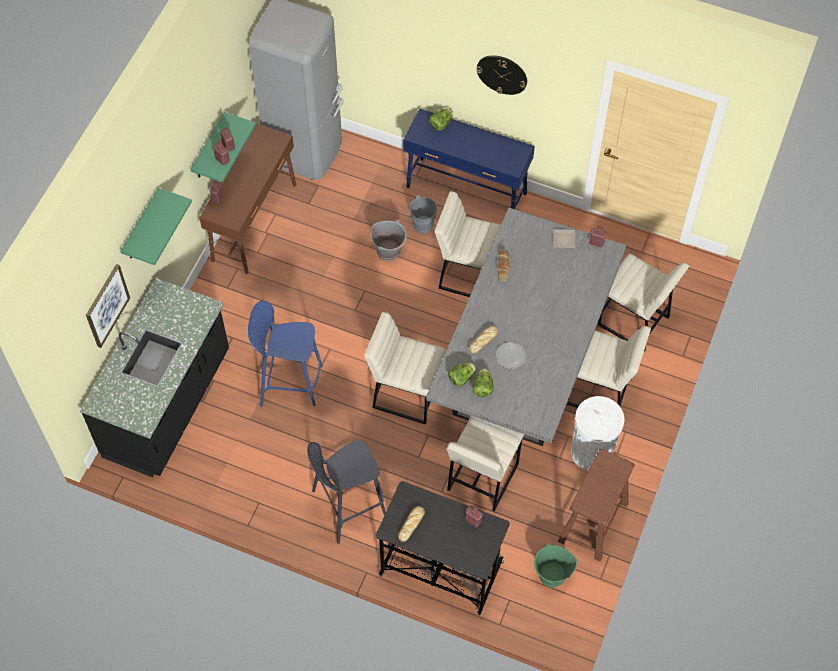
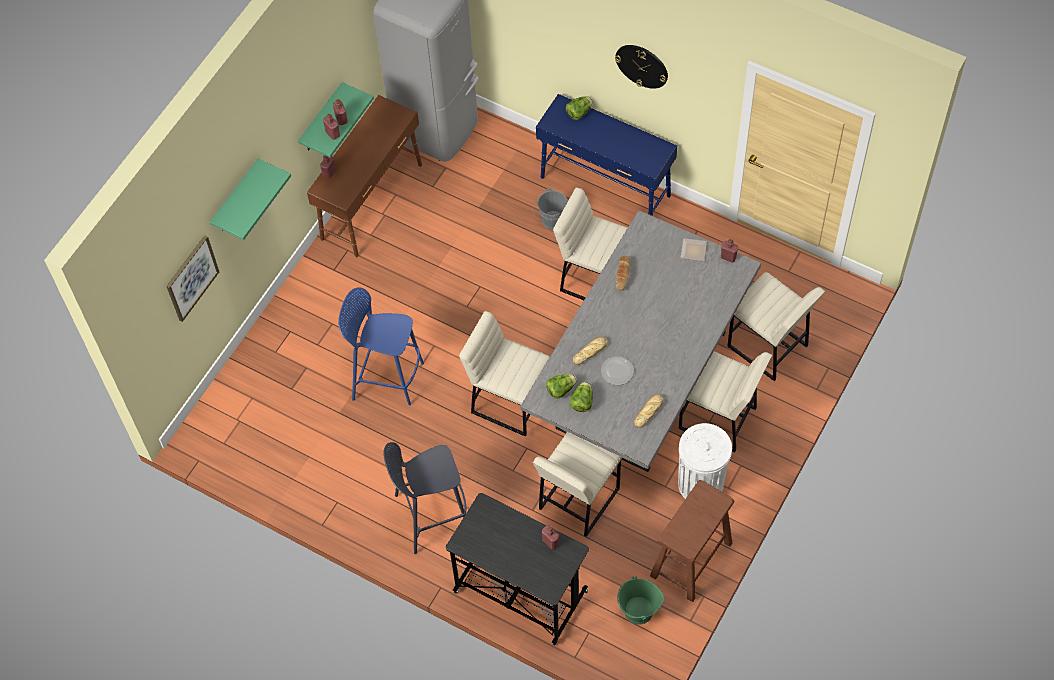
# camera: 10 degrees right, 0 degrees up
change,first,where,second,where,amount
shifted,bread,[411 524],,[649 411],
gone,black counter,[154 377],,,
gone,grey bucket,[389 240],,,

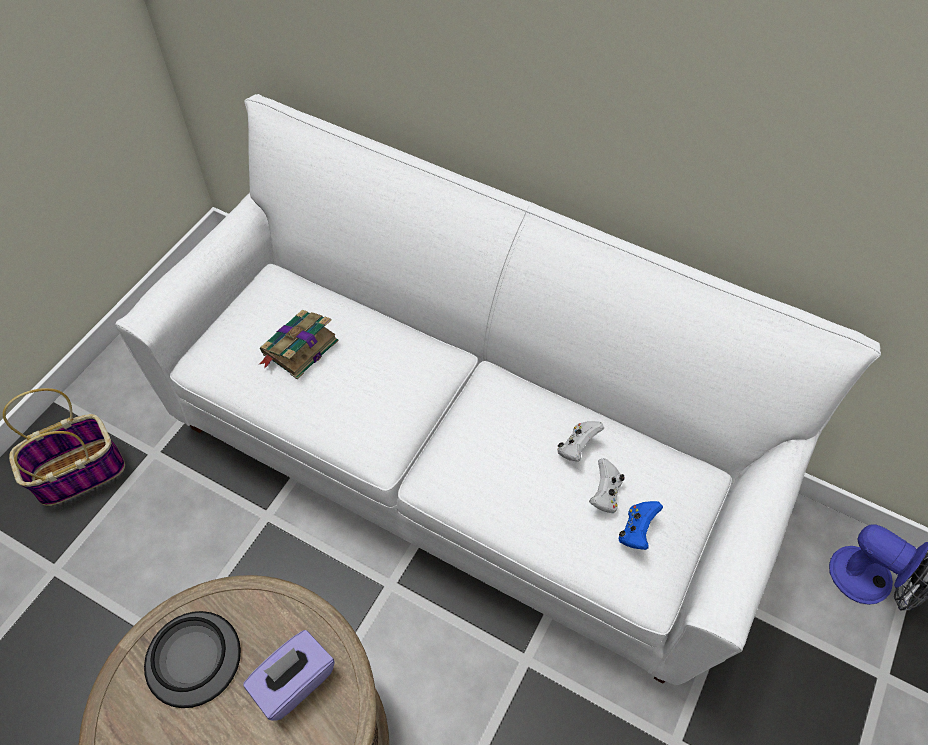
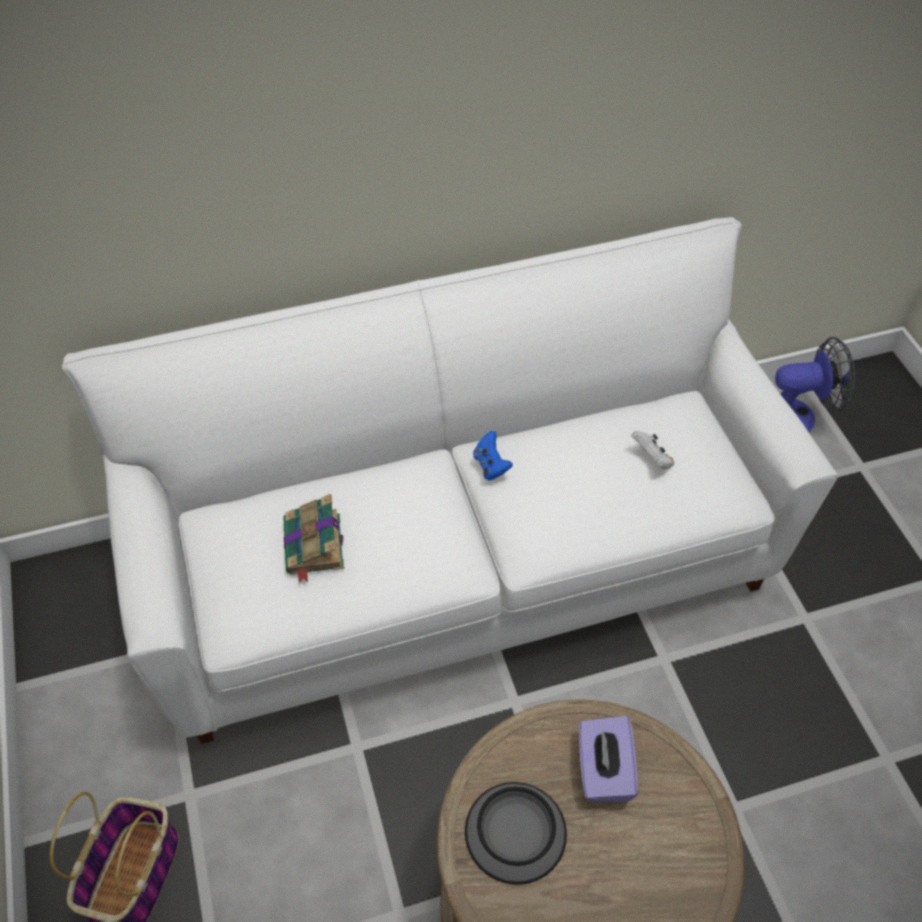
# camera: 45 degrees left, 5 degrees down
change,first,where,second,where,amount
shifted,blue game controller,[641 525],,[493 456],
gone,white game controller,[580 441],,,

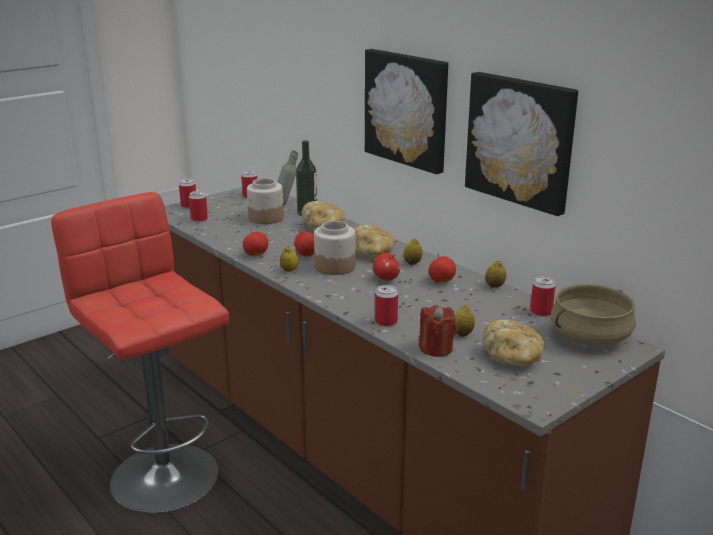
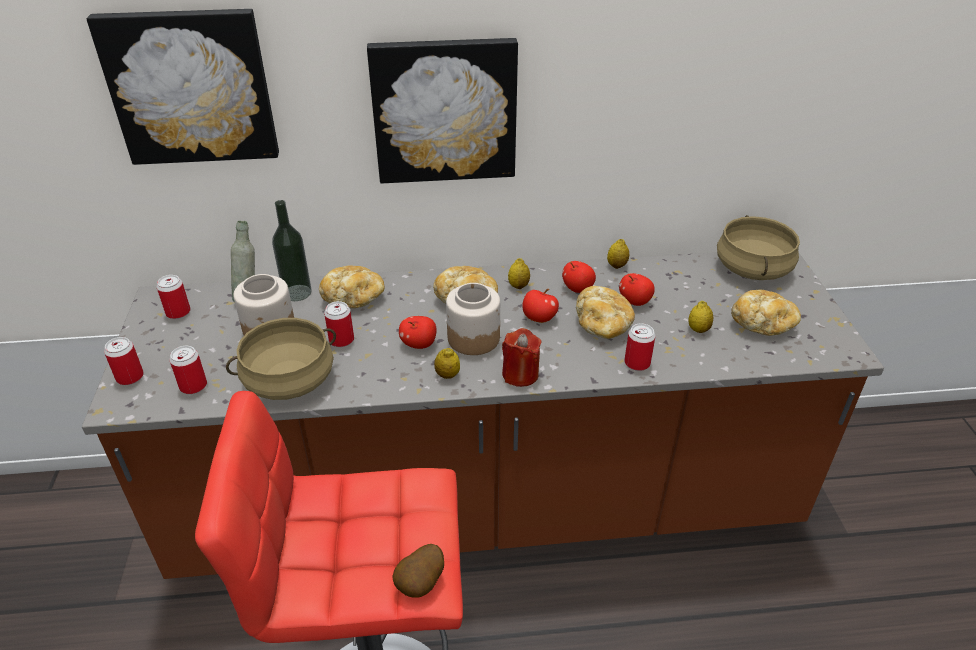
# camera: 55 degrees left, 15 degrees up
change,first,where,second,where,amount
shifted,picture,[521 144],,[182 87],
new,,,beige cooking pot,[281 359],
shifted,can,[543 296],,[339 324],
new,,,potato,[418 571],
shifted,red candle,[438 331],,[522 357],
new,,,bread,[605 312],
shifted,apple,[255 242],,[637 289],

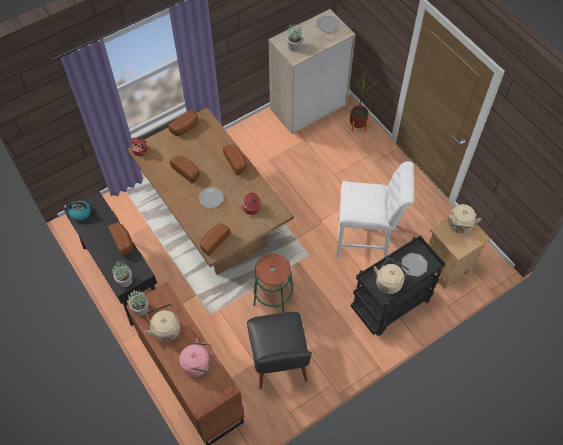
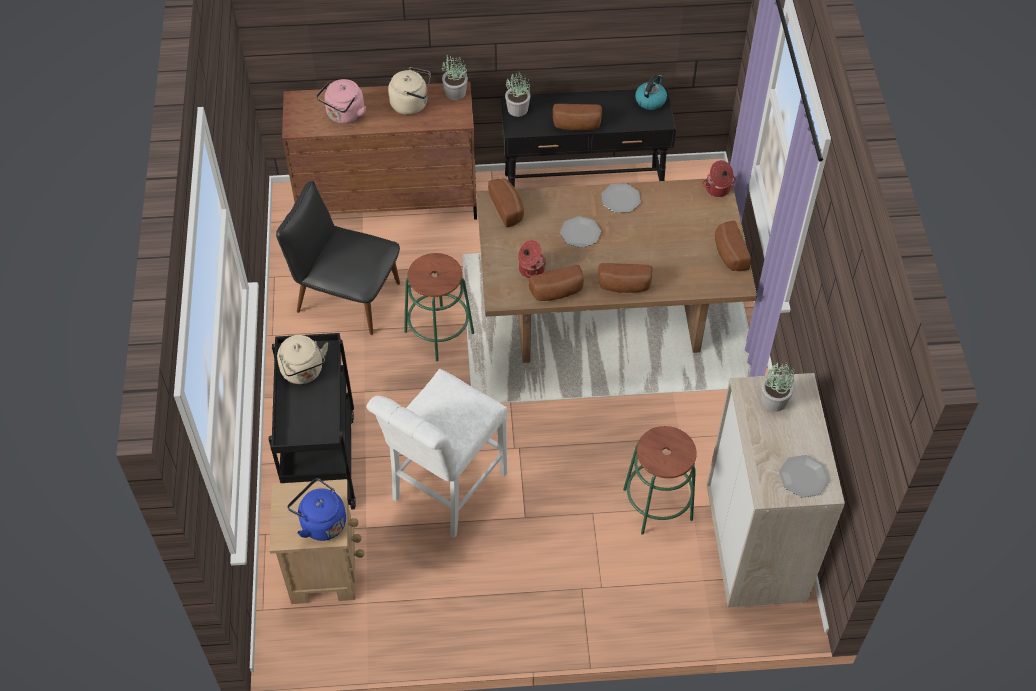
# camera: 120 degrees right, 5 degrees down
change,first,where,second,where,amount
repainted,beige kettle,[465 218],blue kettle,[316 509],
shifted,bread,[184 169],,[556 283],
shifted,plate,[414 265],,[621 198],
new,,,green stool,[660 480],
gone,potted plant,[362 101],,,

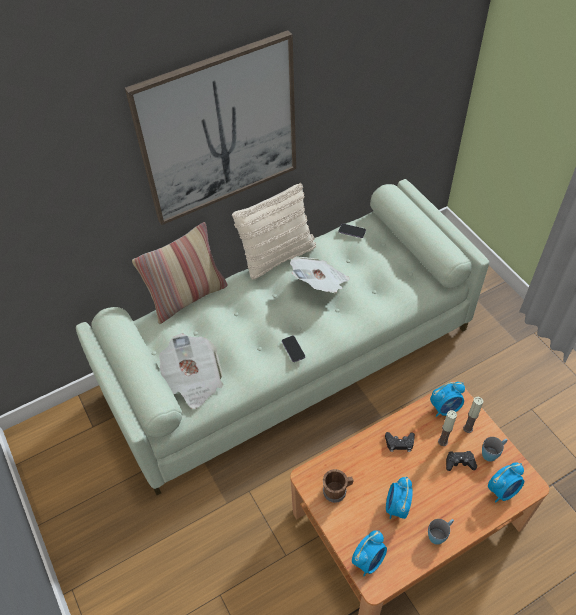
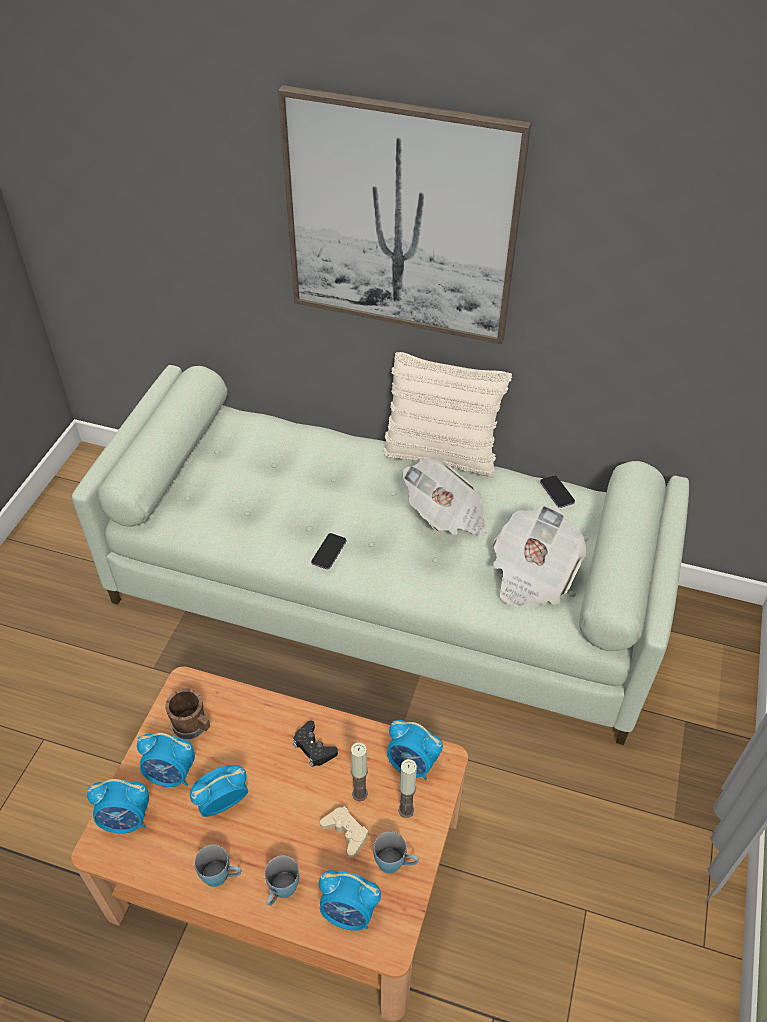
# camera: 45 degrees right, 5 degrees down
change,first,where,second,where,amount
new,,,alarm clock,[166 760],
new,,,blue mug,[282 880],
repainted,black game controller,[461 461],beige game controller,[344 832],
shifted,newspaper,[191 371],,[539 555],
gone,pillow,[179 273],,,

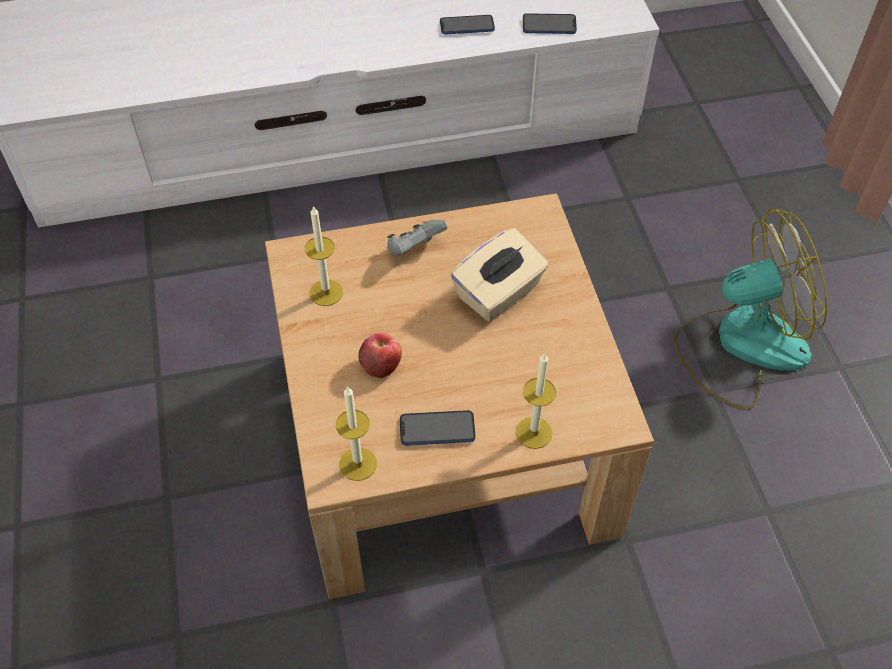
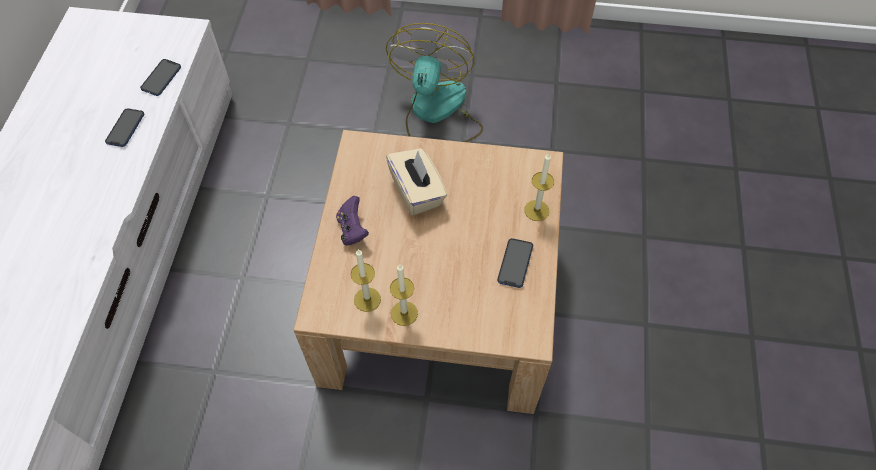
# camera: 70 degrees left, 5 degrees up
change,first,where,second,where,amount
repainted,grey game controller,[417 237],purple game controller,[352 221],
shifted,candle,[356 433],,[404 295],
gone,apple,[380 355],,,

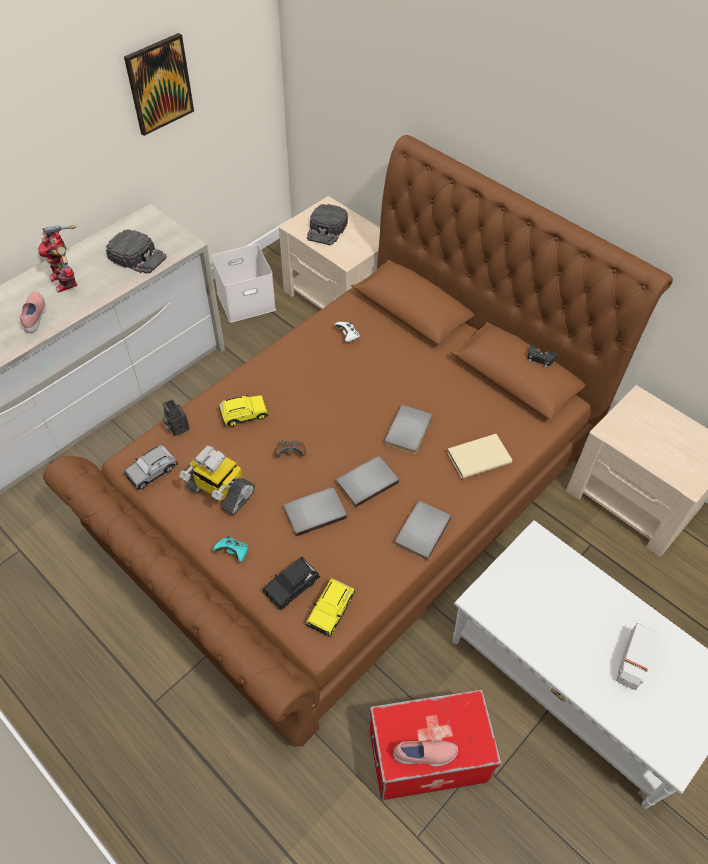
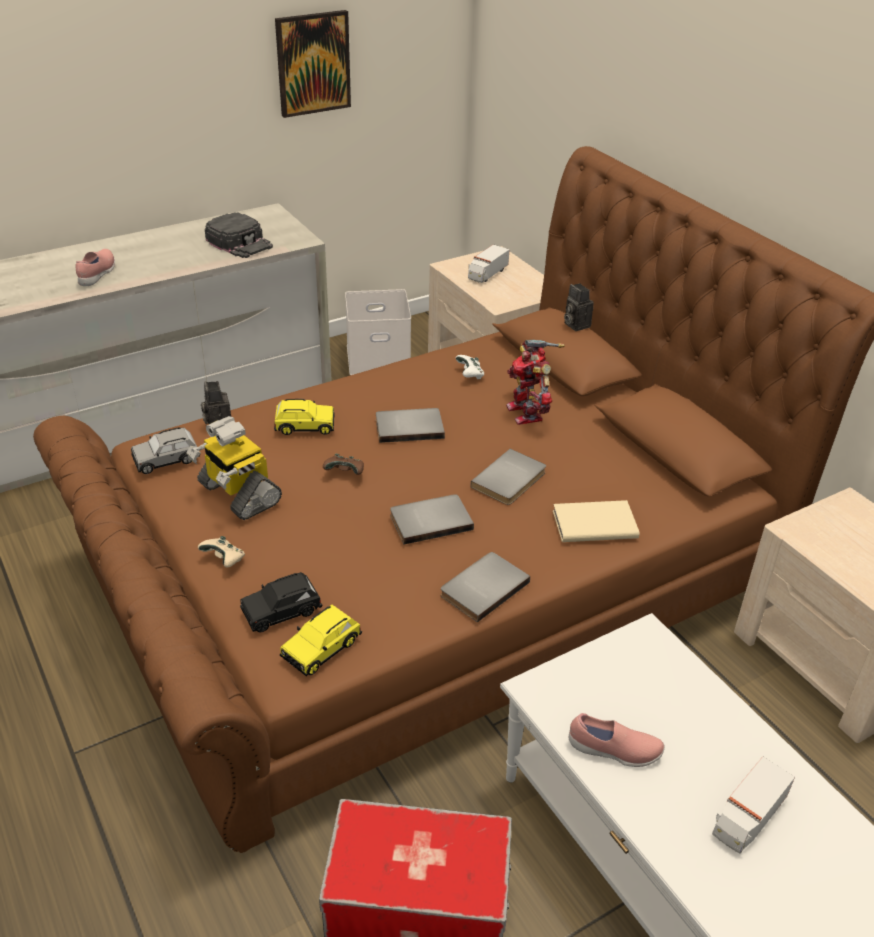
# camera: 15 degrees right, 15 degrees down
change,first,where,second,where,amount
repainted,turquoise game controller,[230 549],beige game controller,[221 552],
shifted,grey book,[315 511],,[410 425],
swapped,black cap,[327 224],toy truck,[489 263],
shifted,toy robot,[57 258],,[535 382],
new,,,photo camera,[578 307],
shifted,pink shoe,[425 753],,[617 740],
gone,black game controller,[542 356],,,

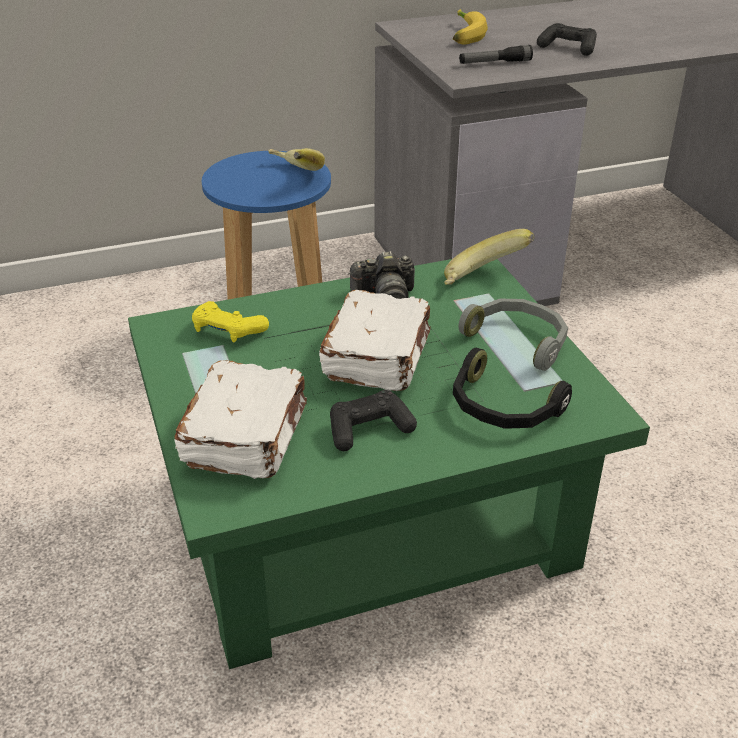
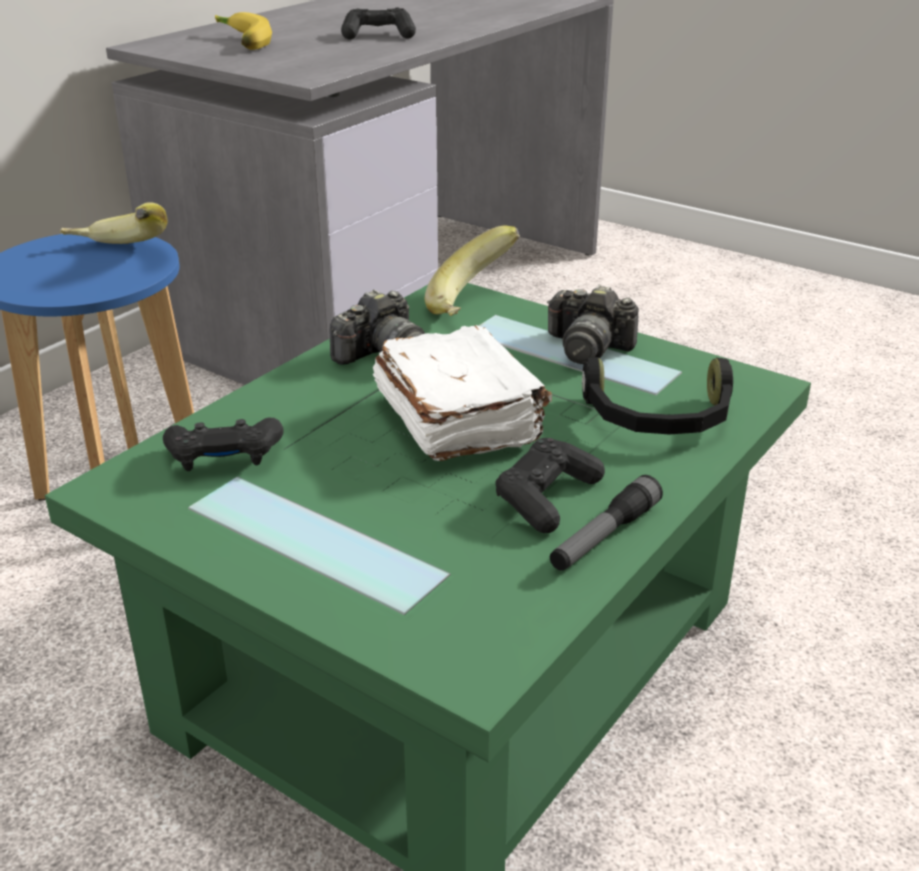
# camera: 35 degrees left, 5 degrees down
change,first,where,second,where,amount
repainted,yellow game controller,[230 322],black game controller,[223 444],
swapped,grey headphones,[513 335],photo camera,[593 324],
shifted,flashlight,[496 54],,[606 523],
gone,white book,[240 419],,,

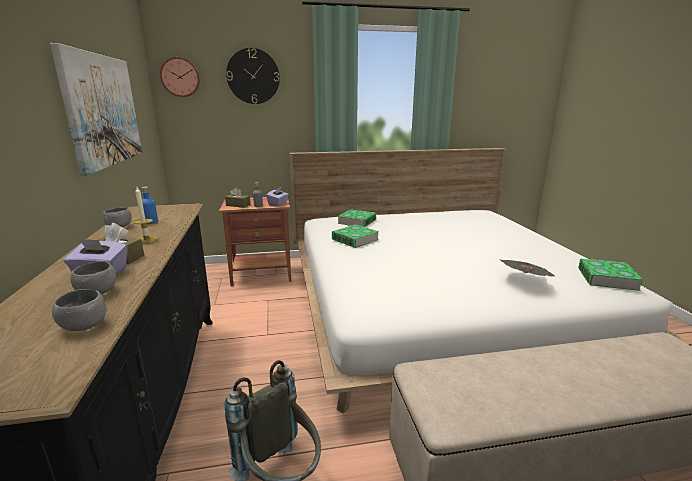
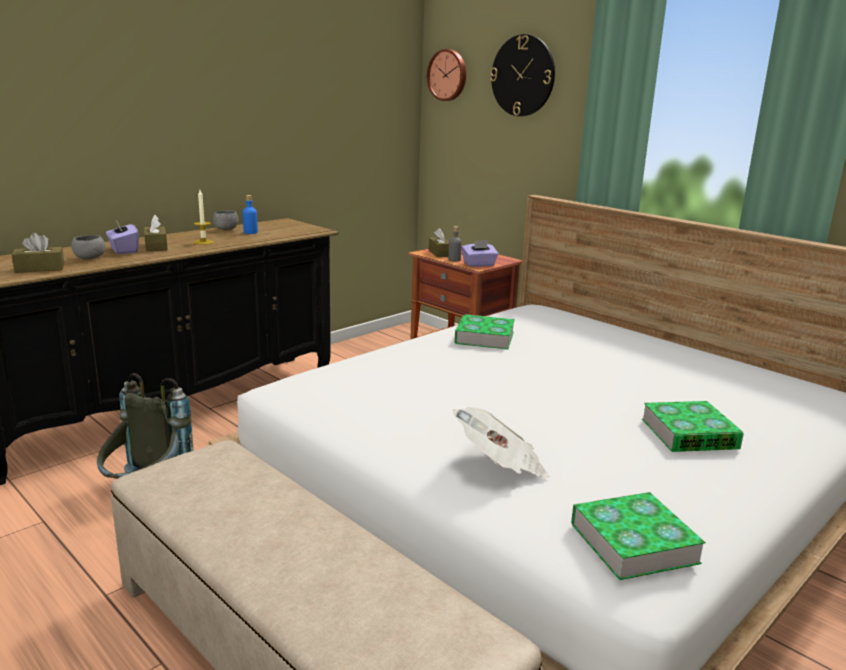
# camera: 55 degrees right, 0 degrees up
change,first,where,second,where,amount
swapped,grey bowl,[79 310],brown tissue box,[38 253],
shifted,book,[357 218],,[693 426],
gone,picture,[96 109],,,

